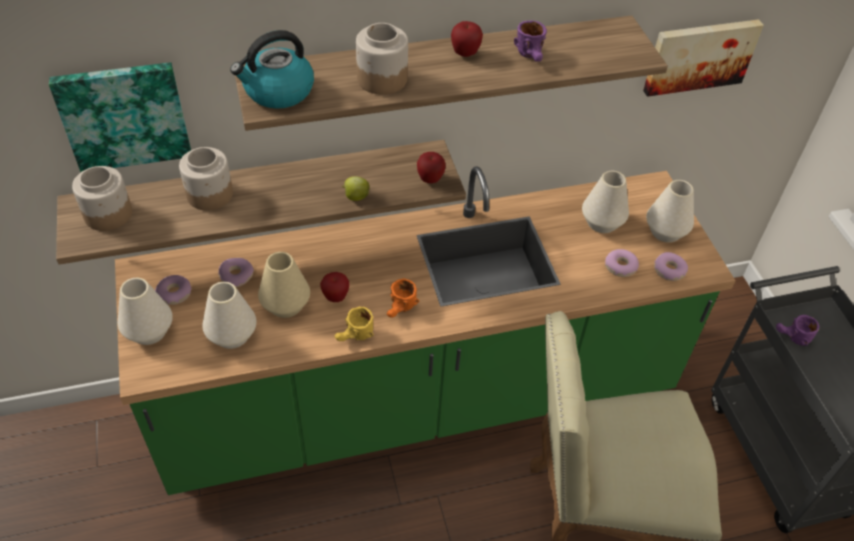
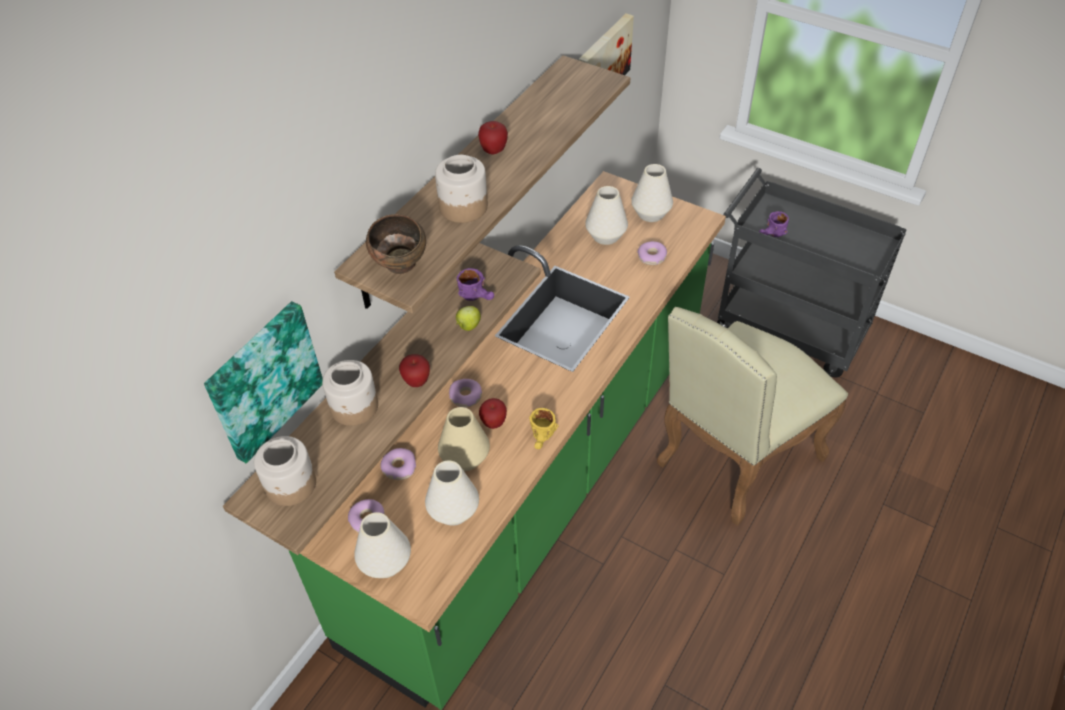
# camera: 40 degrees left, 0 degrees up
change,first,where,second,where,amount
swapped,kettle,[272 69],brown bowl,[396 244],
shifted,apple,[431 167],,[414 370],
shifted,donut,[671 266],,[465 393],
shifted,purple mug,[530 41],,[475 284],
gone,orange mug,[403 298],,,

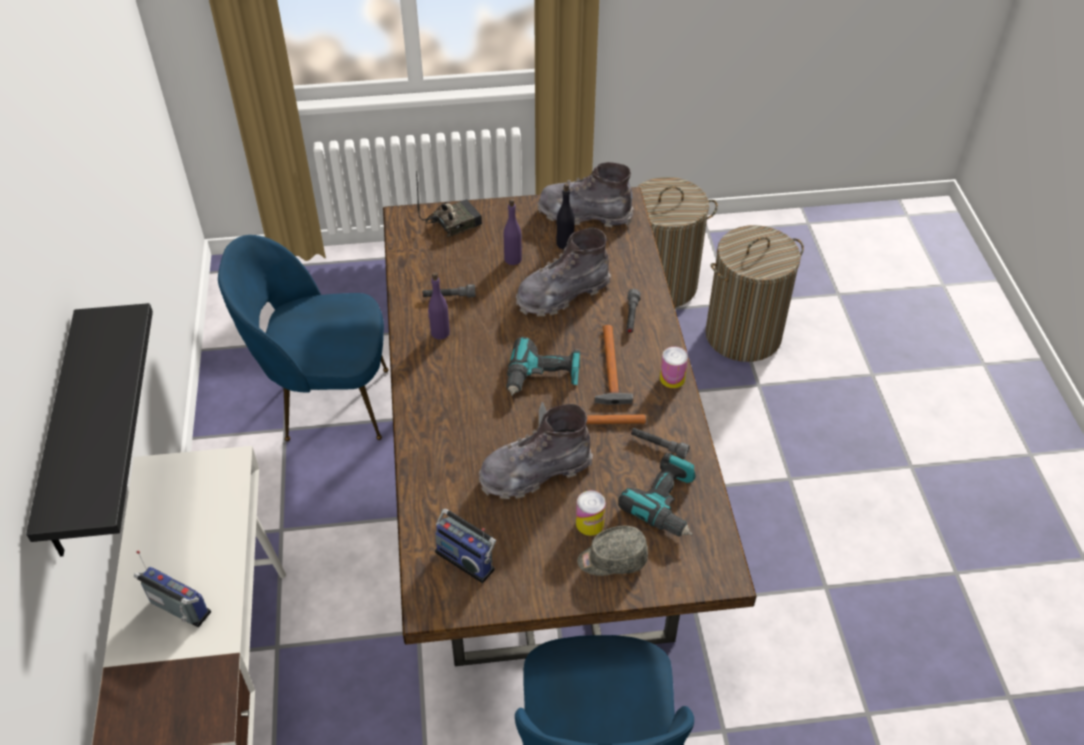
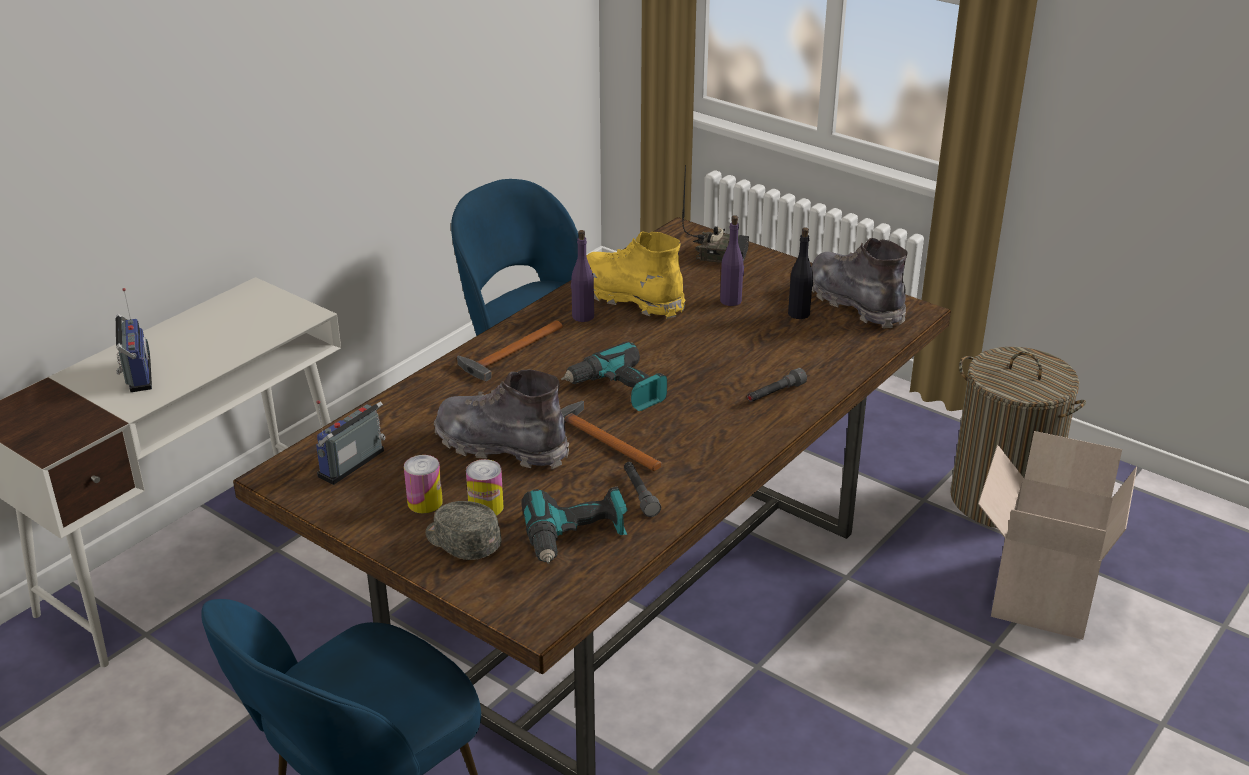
# camera: 45 degrees right, 15 degrees down
change,first,where,second,where,amount
rotated,radio,[465 546],,[351 442],45 degrees clockwise
shifted,can,[674 367],,[423 484],
shifted,hammer,[613 365],,[510 351],
swapped,grey flashlight,[449 291],yellow boot,[636 275],
swapped,laundry basket,[754 293],cardboard box,[1057 535],
gone,black shelf,[89 429],,,
gone,grey boot,[563 272],,,

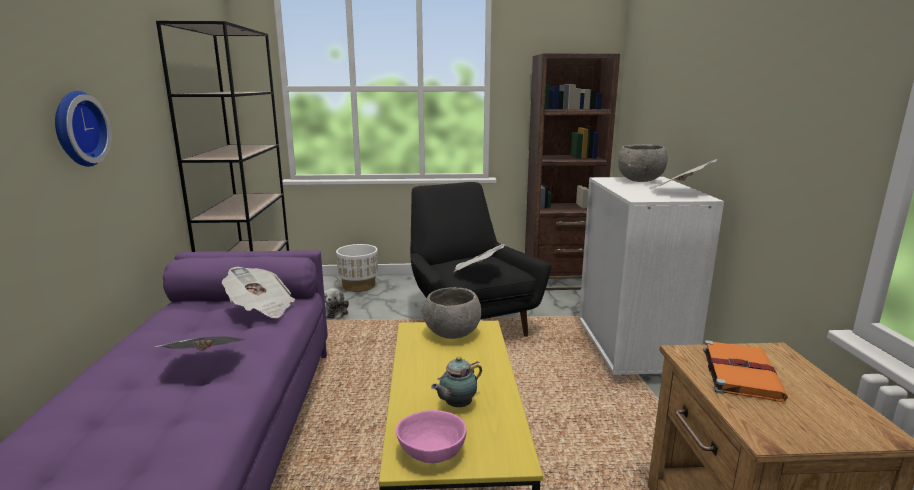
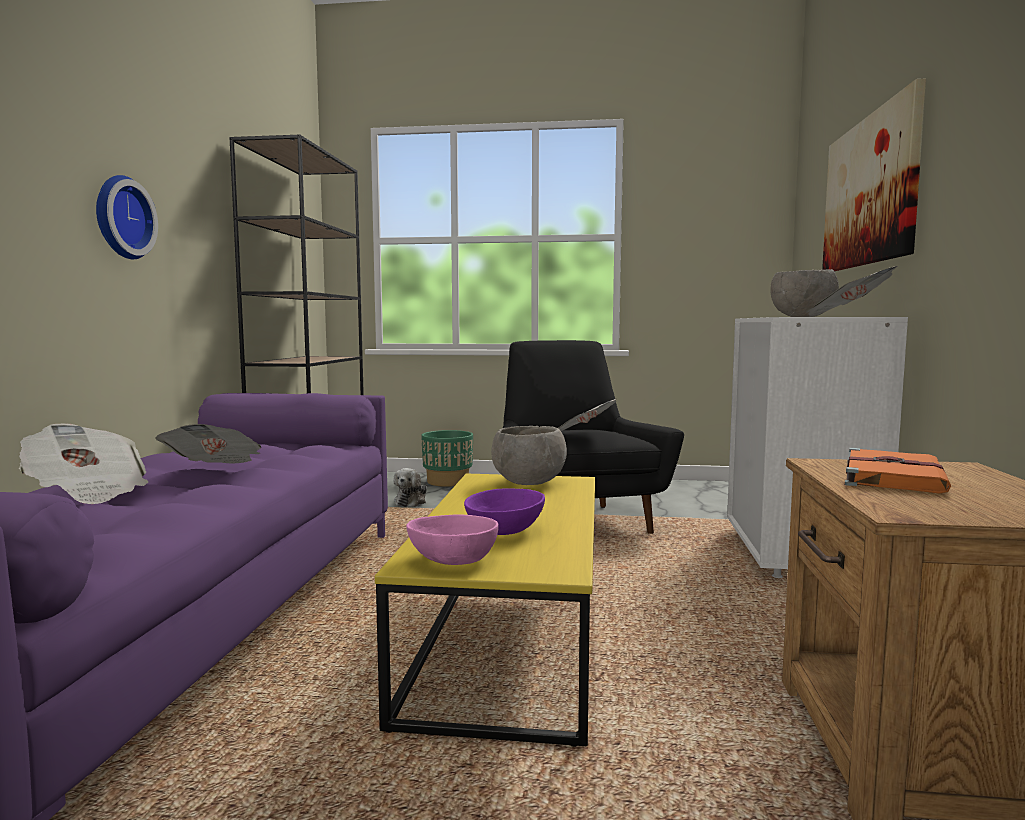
# camera: 10 degrees right, 10 degrees down
change,first,where,second,where,amount
shifted,newspaper,[258 292],,[83 463],
repainted,white planter,[357 268],green planter,[447 458],
swapped,teapot,[456 381],purple bowl,[504 511],
new,,,picture,[874 175],
gone,brown bookcase,[572 172],,,

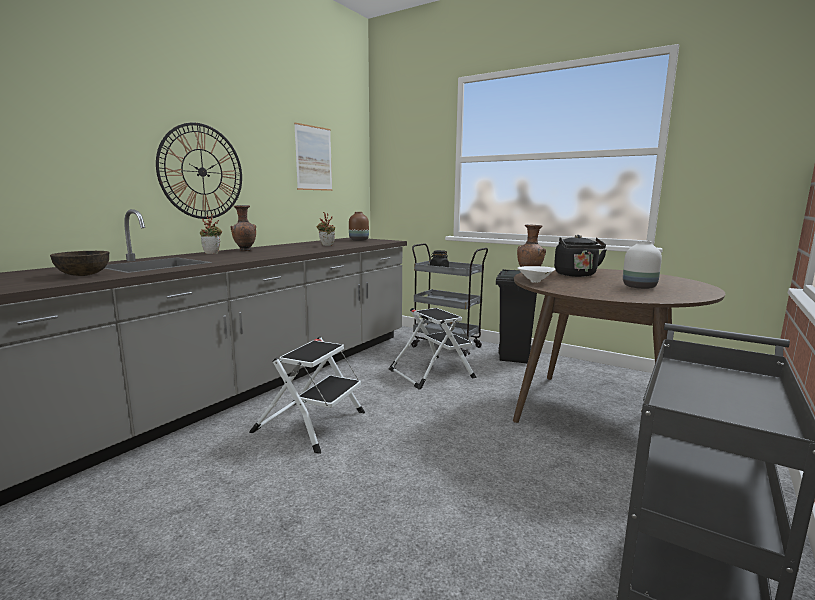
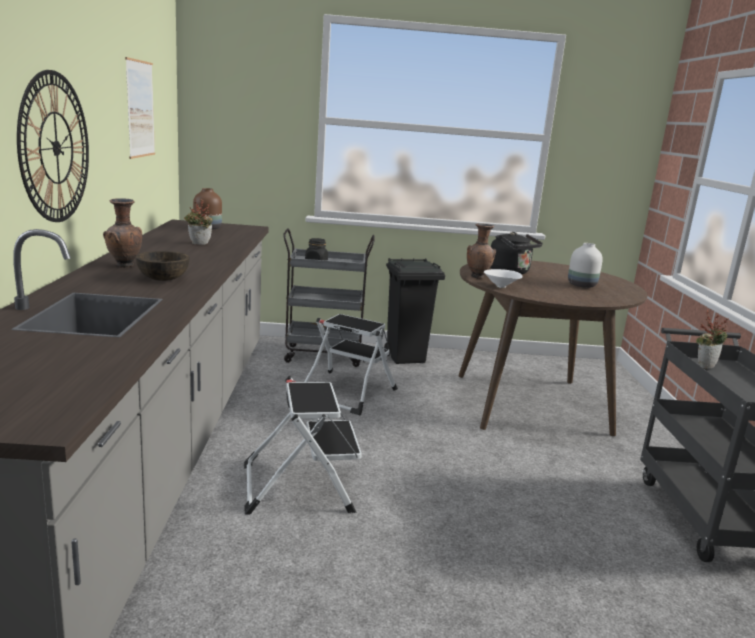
# camera: 35 degrees left, 5 degrees up
change,first,where,second,where,amount
shifted,brown bowl,[79 263],,[163 266],
shifted,potted plant,[211 234],,[712 339],

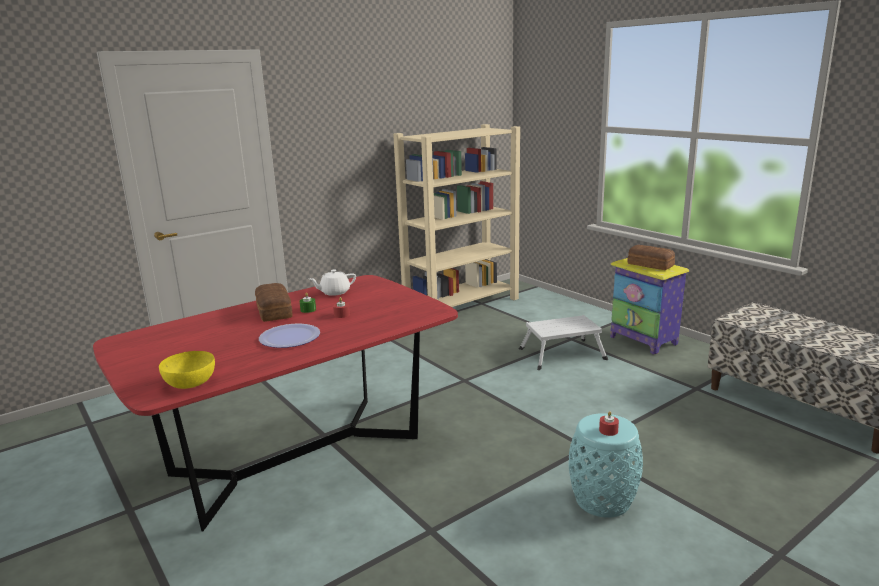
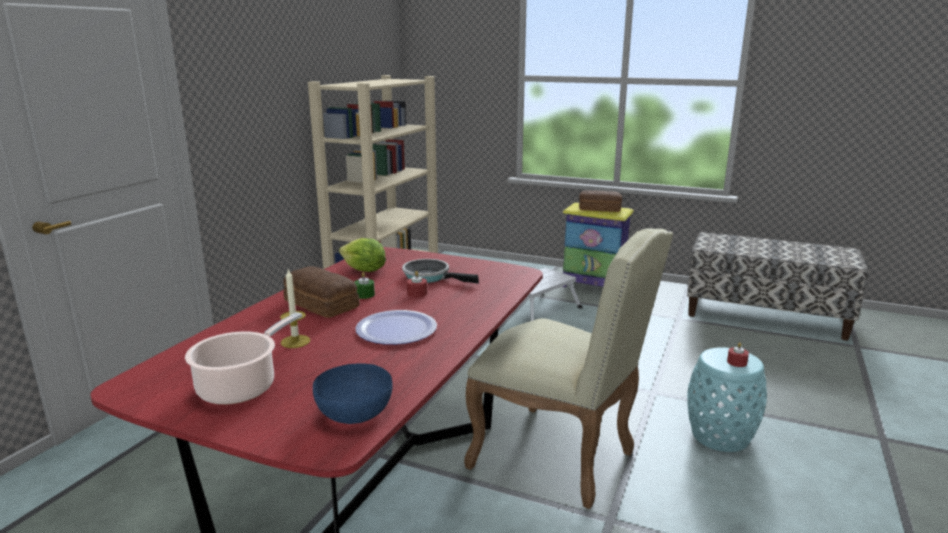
# camera: 30 degrees left, 0 degrees up
change,first,where,second,where,amount
new,,,cooking pot,[243 358],
new,,,candle,[295 308],
repainted,yellow bowl,[187 370],blue bowl,[353 393],
swapped,white teapot,[333 282],lettuce,[362 255],
new,,,frying pan,[440 271],
new,,,beige chair,[568 369],

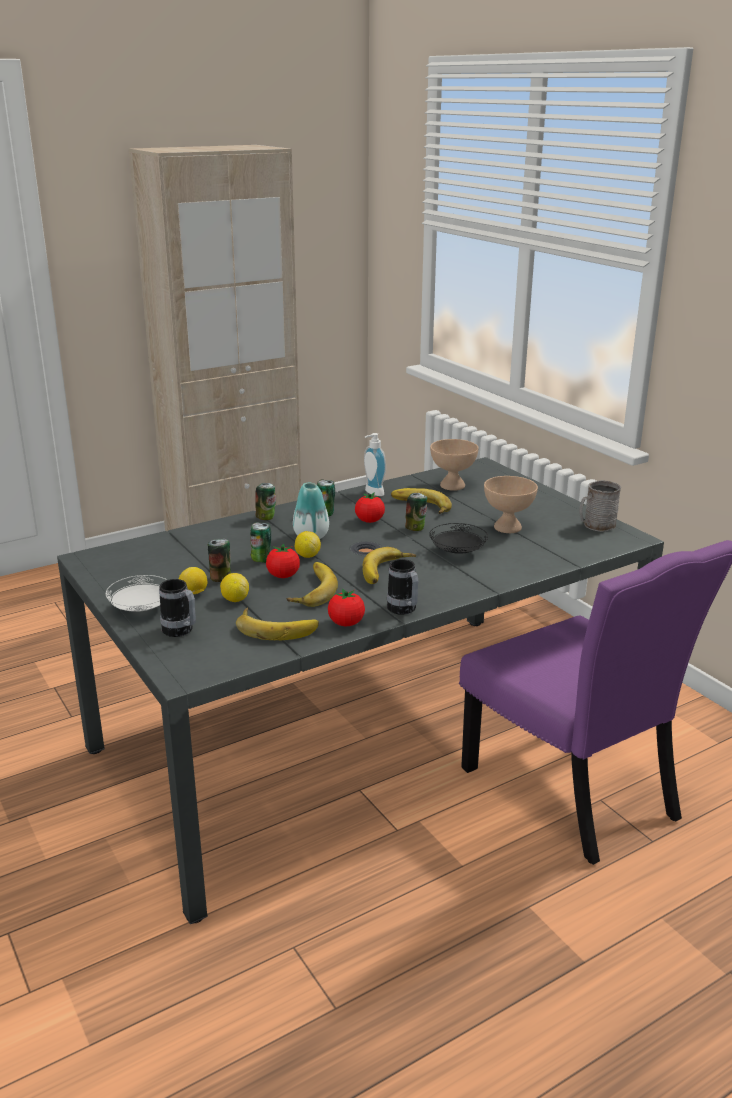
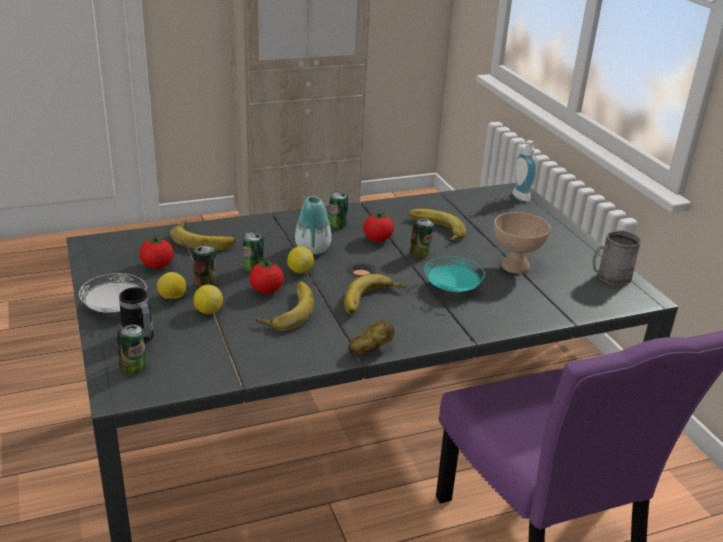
# camera: 10 degrees right, 5 degrees up
change,first,where,second,where,amount
shifted,can,[265 501],,[131 349],
shifted,tomato,[346 607],,[157 252],
shifted,banana,[277 624],,[202 235],
swapped,mug,[402 587],potato,[371 338],
repainted,black plate,[458 538],turquoise plate,[454 274],
shifted,soap dispenser,[375 464],,[524 171],
gone,beige bowl,[454 465],,,

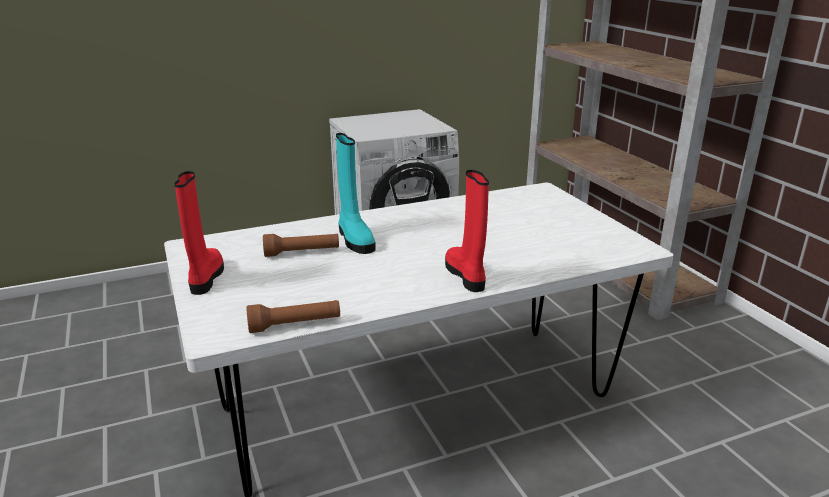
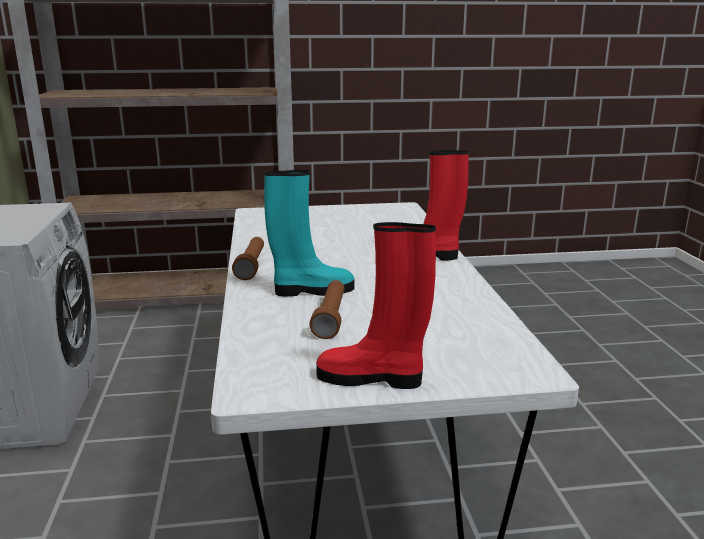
# camera: 75 degrees left, 5 degrees down
change,first,where,second,where,amount
shifted,brown flashlight,[293 316],,[248 258],

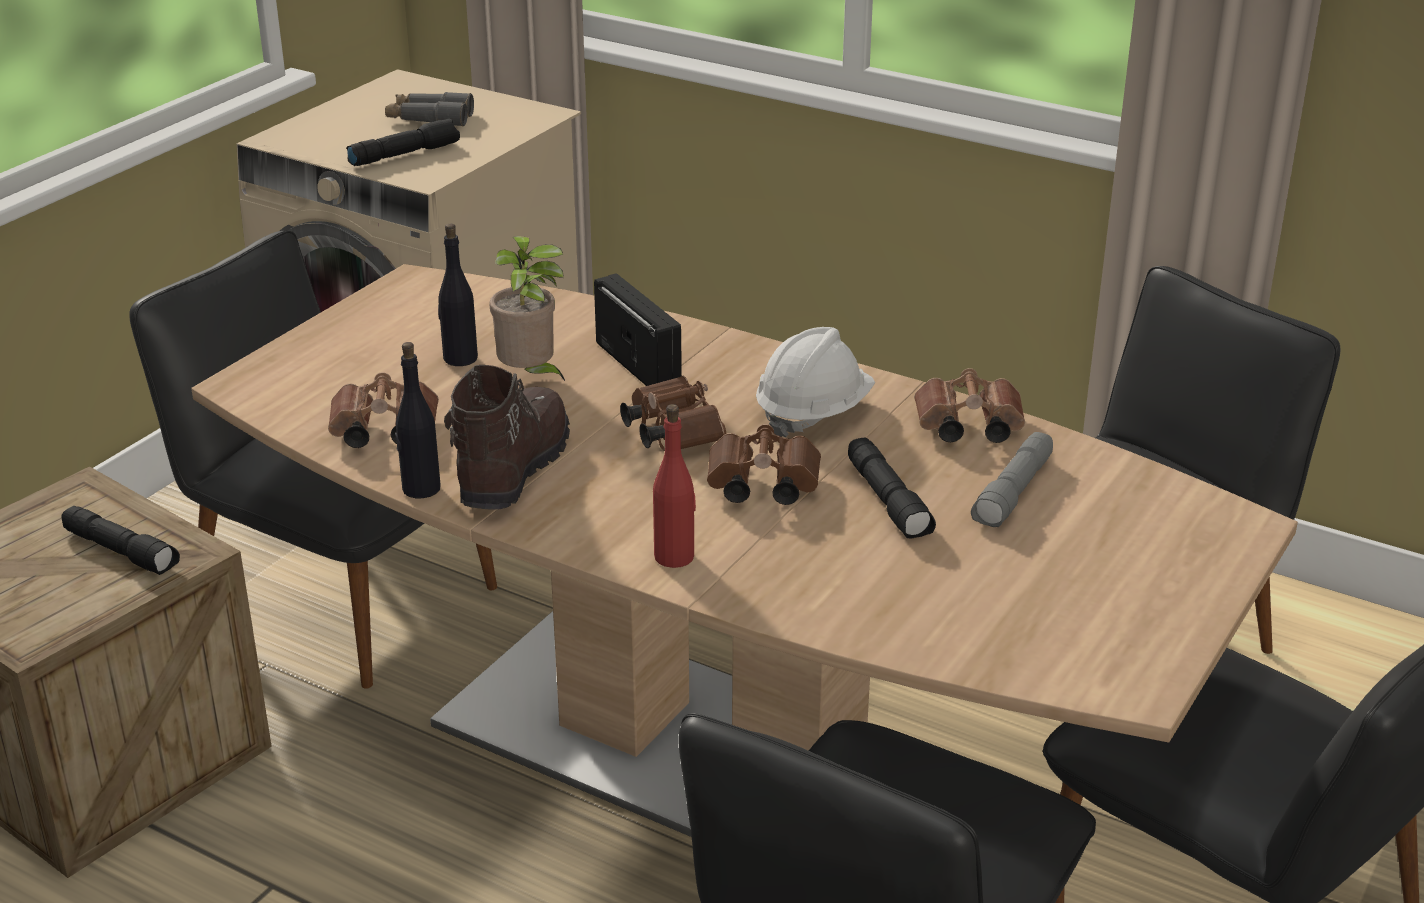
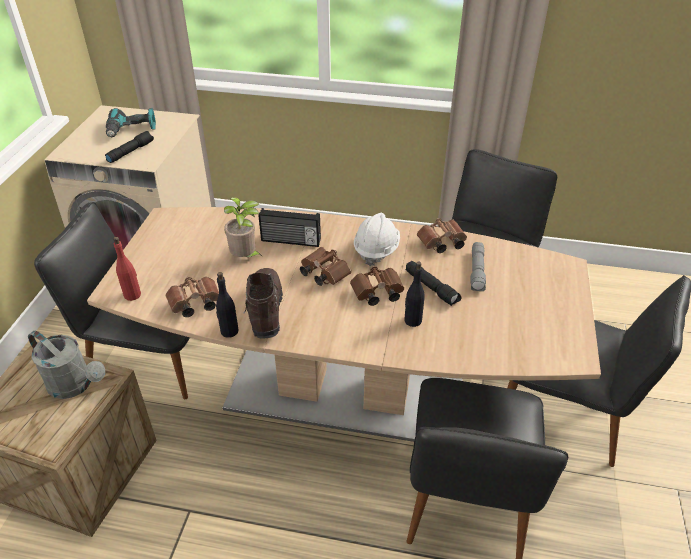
# camera: 20 degrees left, 10 degrees up
change,first,where,second,where,amount
swapped,black flashlight,[120 540],grey watering can,[66 365],
swapped,grey binoculars,[429 109],power drill,[131 122],
shifted,red bottle,[674 486],,[127 269],
rotated,radio,[638 329],,[289 227],150 degrees clockwise
shifted,black bottle,[458 295],,[414 294],

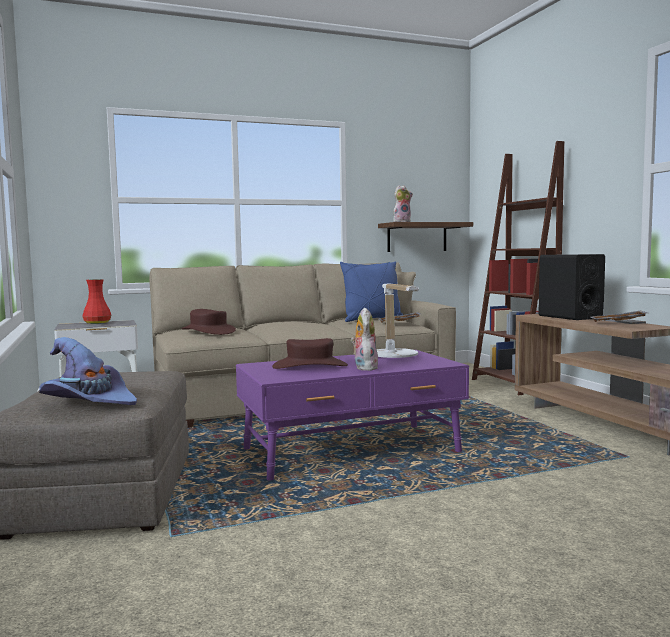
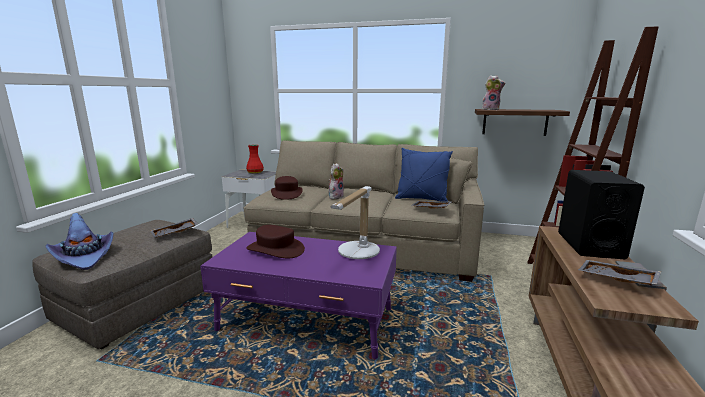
# camera: 35 degrees right, 10 degrees up
change,first,where,second,where,amount
new,,,grey tray,[174 227],
shifted,plush toy,[364 339],,[336 181],

